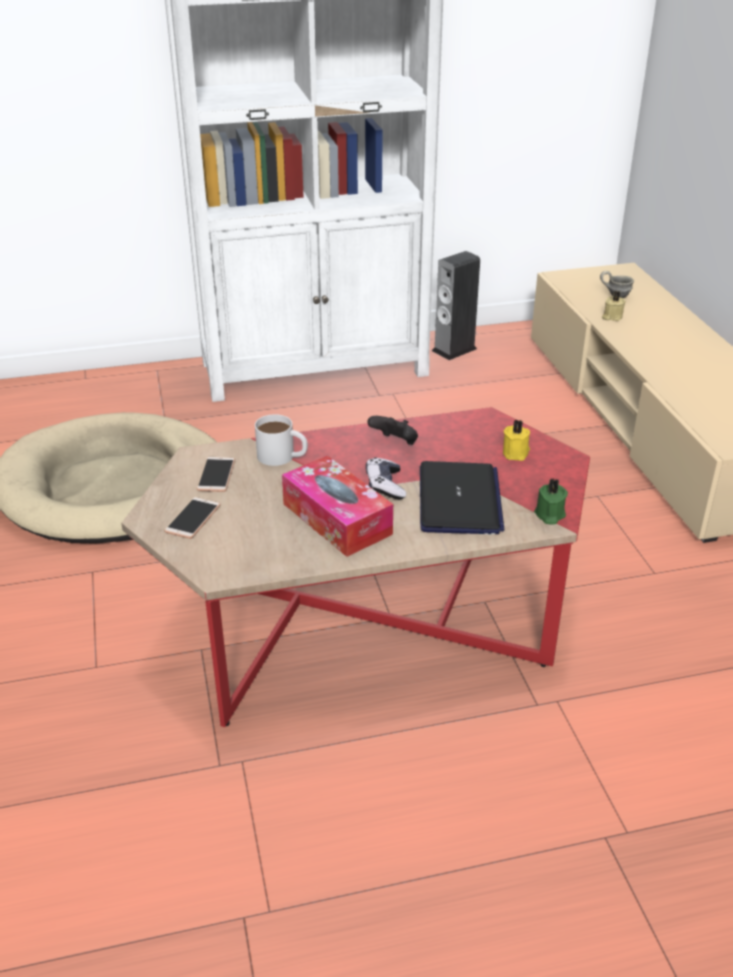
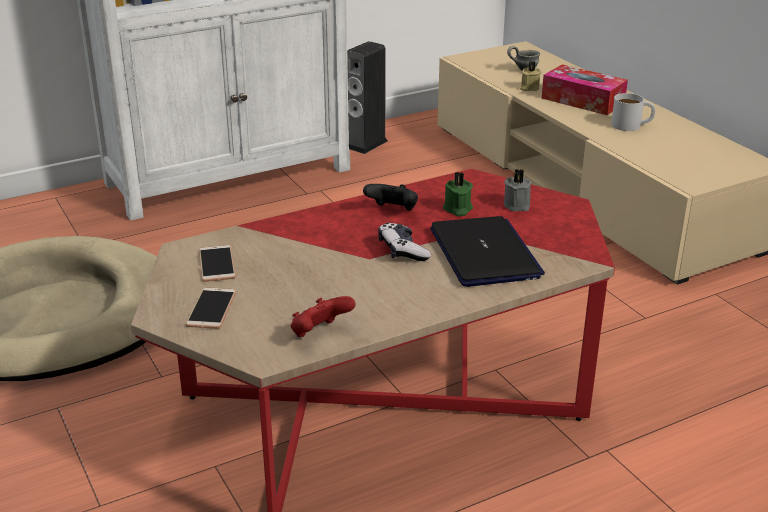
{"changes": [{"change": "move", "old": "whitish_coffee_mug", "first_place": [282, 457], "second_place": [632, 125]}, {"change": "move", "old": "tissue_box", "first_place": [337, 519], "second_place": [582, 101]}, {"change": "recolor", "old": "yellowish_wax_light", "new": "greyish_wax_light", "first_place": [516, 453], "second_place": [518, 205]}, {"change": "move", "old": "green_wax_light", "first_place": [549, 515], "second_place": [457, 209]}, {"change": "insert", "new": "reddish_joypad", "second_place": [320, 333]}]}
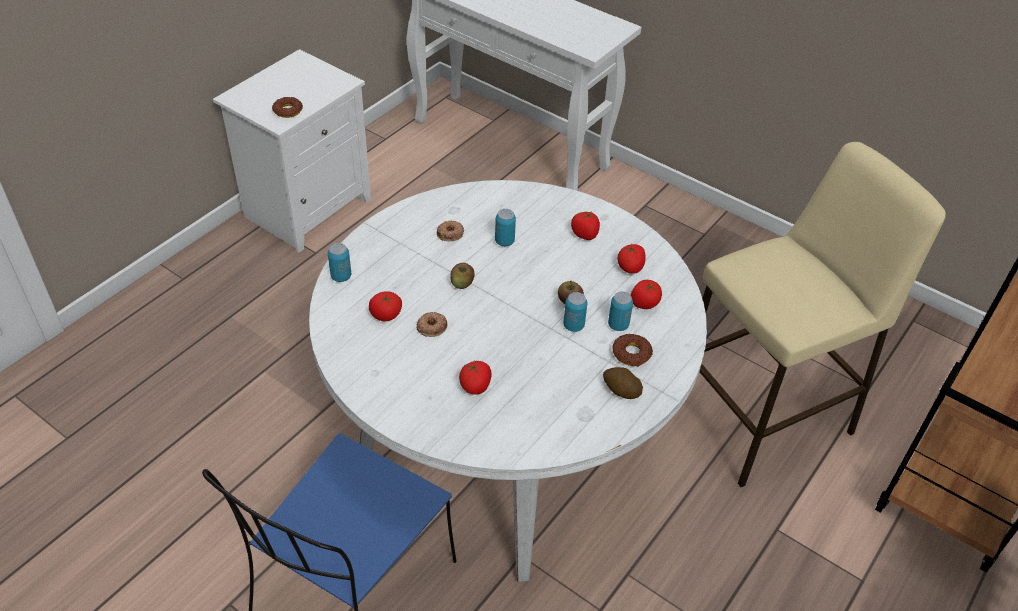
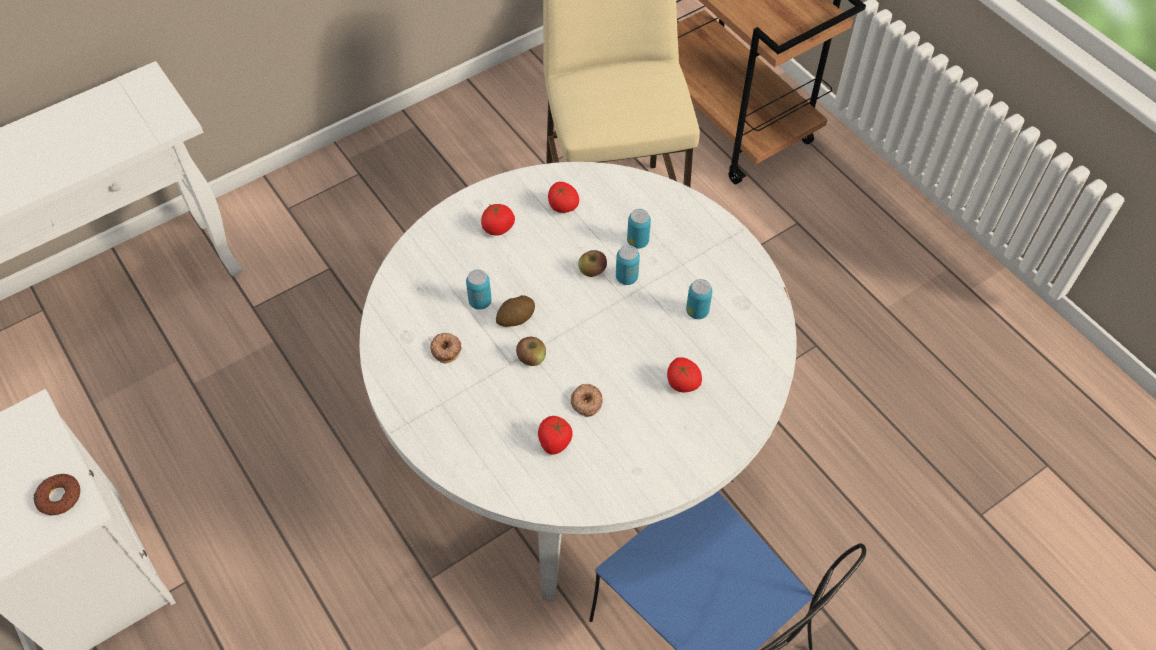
{"changes": [{"change": "move", "old": "can", "first_place": [341, 276], "second_place": [697, 311]}, {"change": "move", "old": "spud", "first_place": [621, 390], "second_place": [516, 319]}, {"change": "delete", "old": "doughnut", "first_place": [631, 353]}, {"change": "delete", "old": "tomato", "first_place": [644, 303]}]}
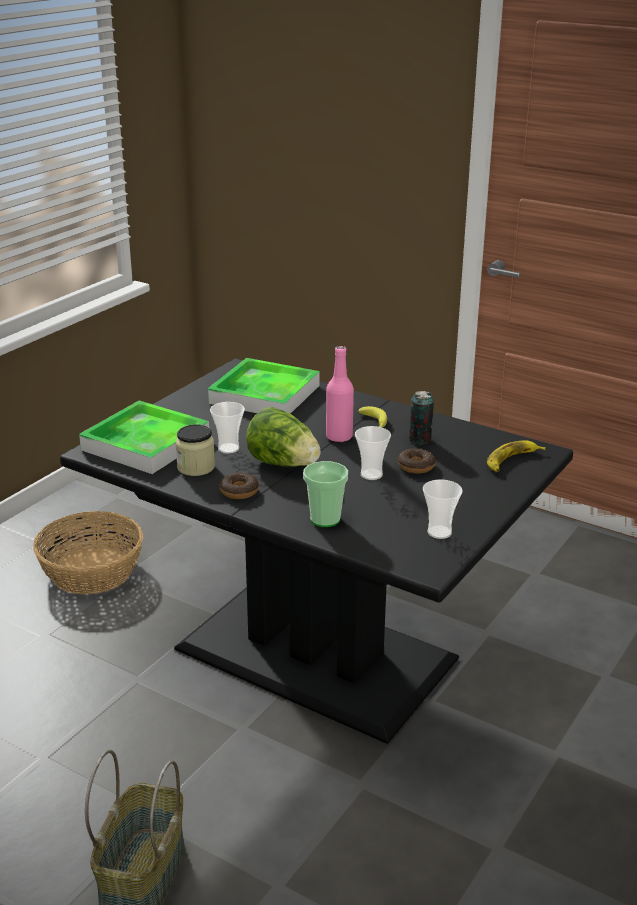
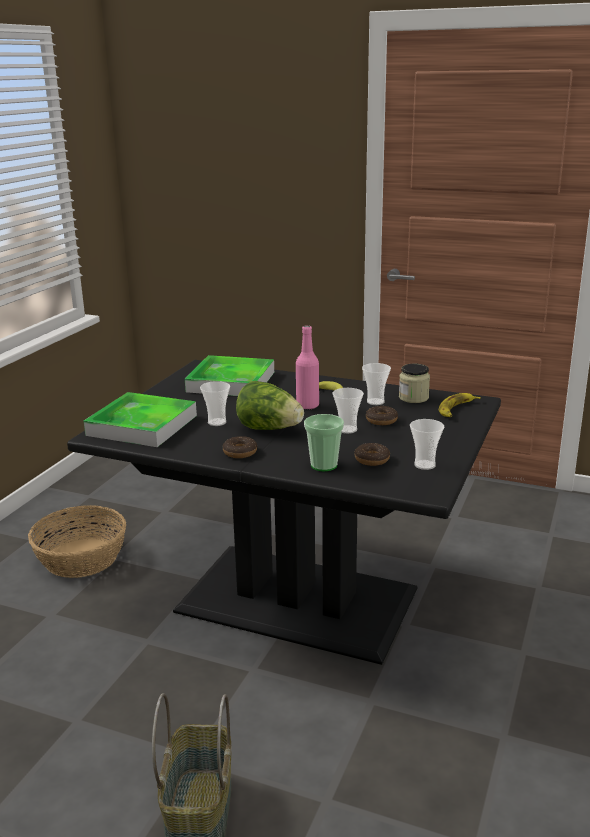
{"changes": [{"change": "move", "old": "storage_jar", "first_place": [196, 467], "second_place": [413, 398]}, {"change": "replace", "old": "can", "new": "drinking_cup", "first_place": [420, 440], "second_place": [375, 402]}, {"change": "insert", "new": "doughnut", "second_place": [372, 459]}]}
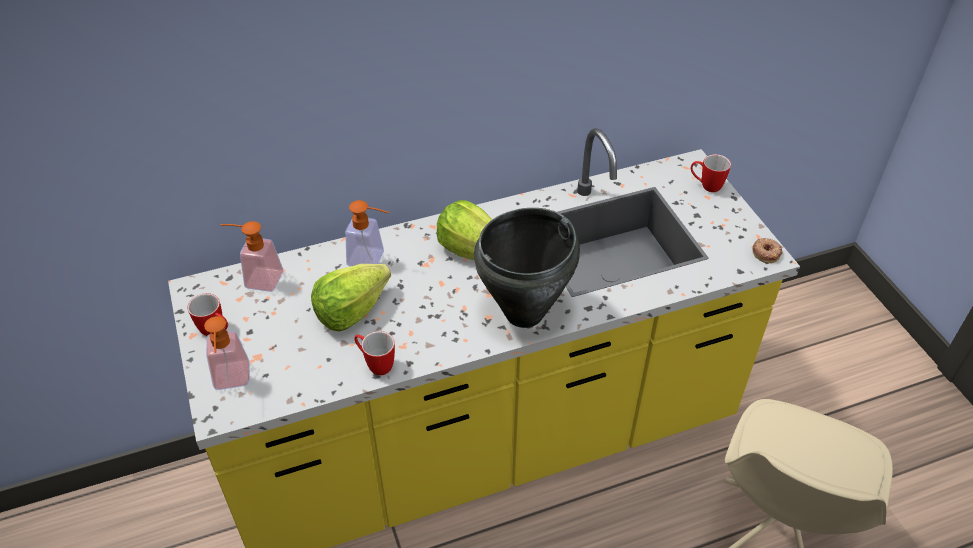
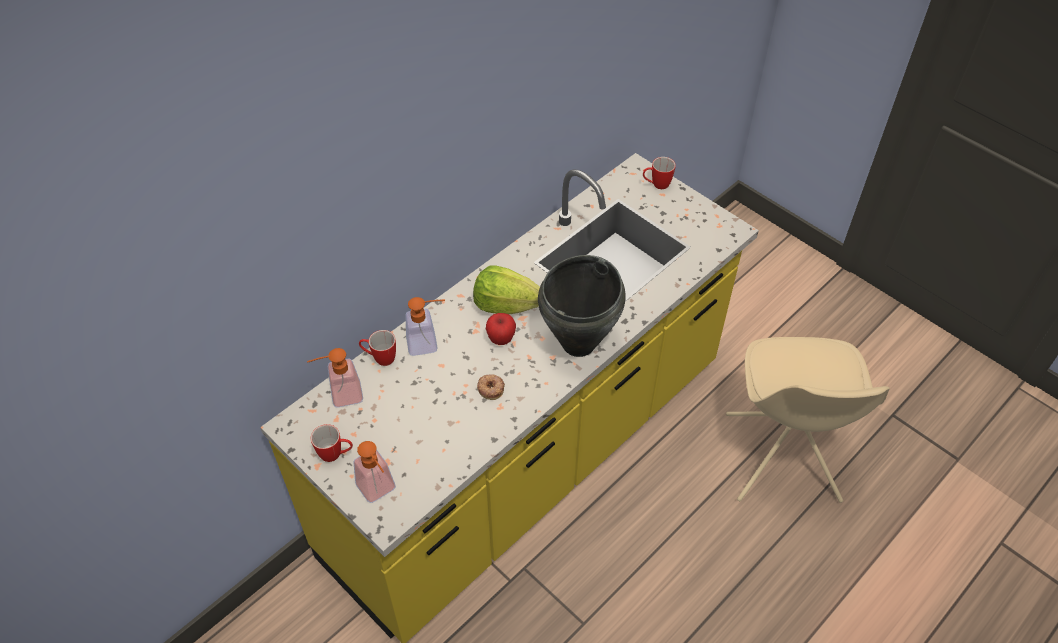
{"changes": [{"change": "delete", "old": "head_of_lettuce", "first_place": [351, 311]}, {"change": "move", "old": "coffee_mug", "first_place": [375, 364], "second_place": [380, 358]}, {"change": "move", "old": "doughnut", "first_place": [766, 252], "second_place": [491, 388]}, {"change": "insert", "new": "apple", "second_place": [501, 339]}]}
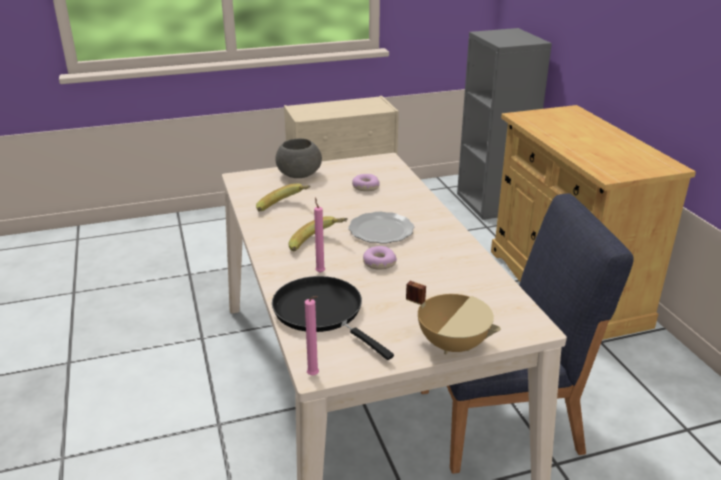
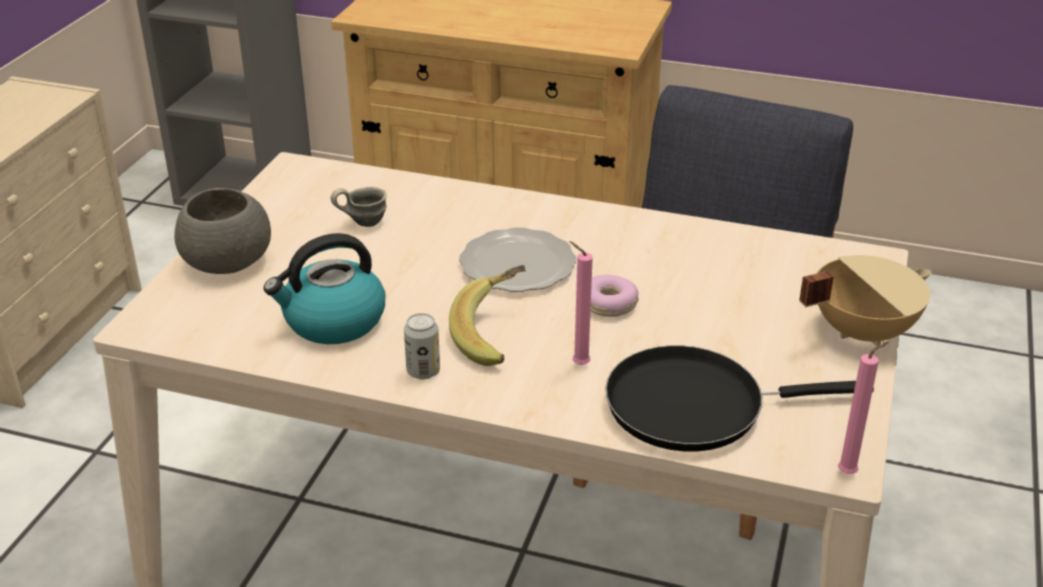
{"changes": [{"change": "replace", "old": "banana_fruit", "new": "kettle", "first_place": [285, 208], "second_place": [333, 321]}, {"change": "replace", "old": "doughnut", "new": "greyish_coffee_mug", "first_place": [365, 187], "second_place": [363, 222]}, {"change": "insert", "new": "can", "second_place": [423, 371]}]}
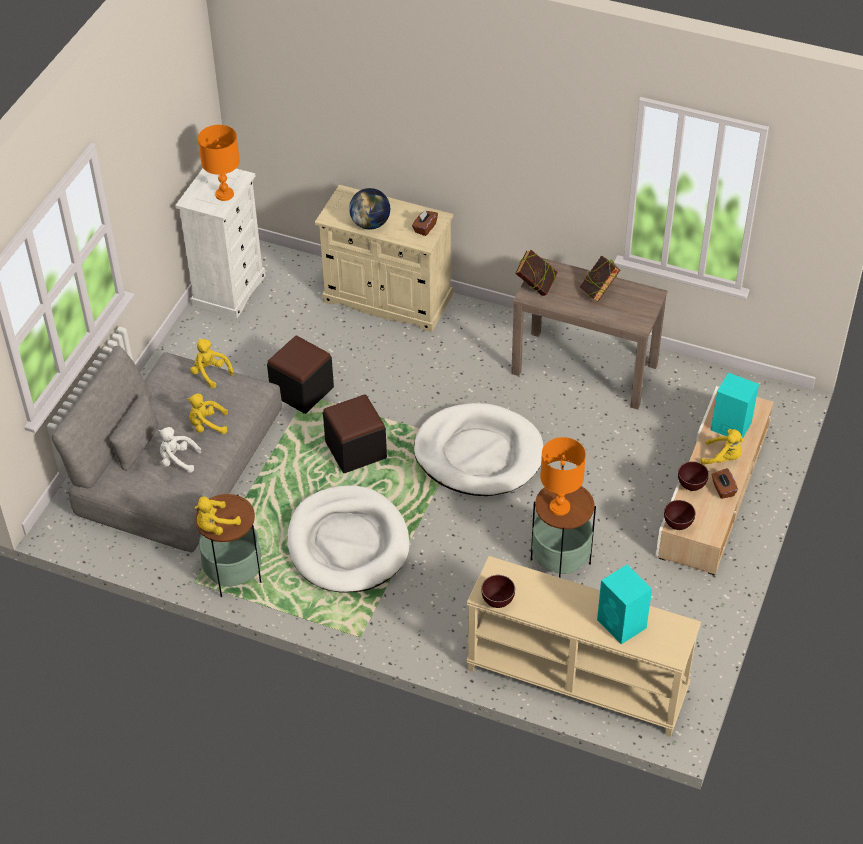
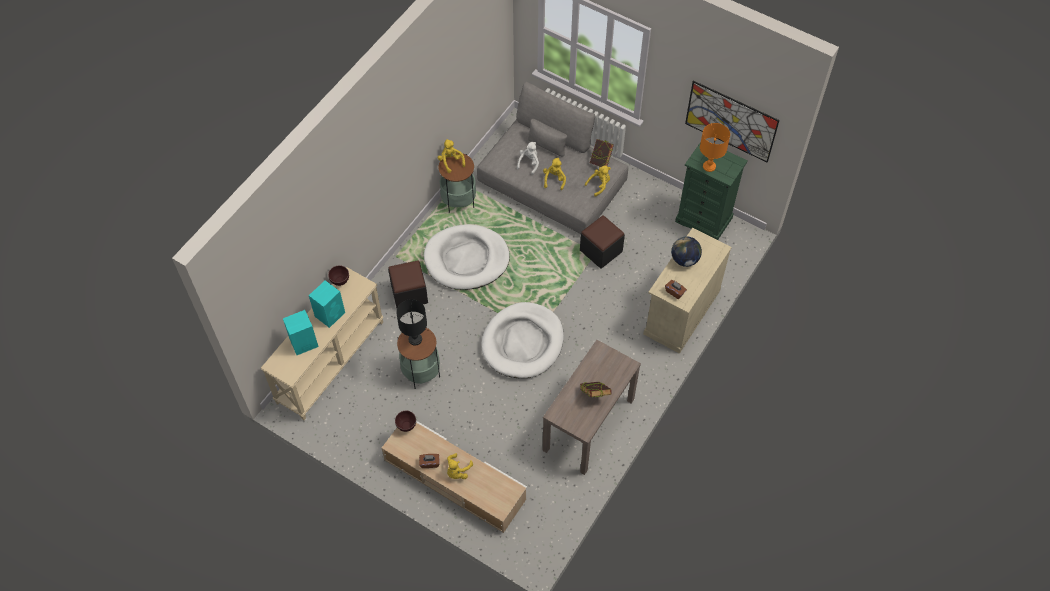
{"changes": [{"change": "recolor", "old": "whitish_drawer_chest", "new": "green_drawer_chest", "first_place": [229, 290], "second_place": [704, 220]}, {"change": "move", "old": "black-coloured_ottoman", "first_place": [356, 450], "second_place": [409, 293]}, {"change": "move", "old": "volume", "first_place": [535, 286], "second_place": [601, 161]}, {"change": "recolor", "old": "orangey_table_lamp", "new": "black-coloured_table_lamp", "first_place": [560, 507], "second_place": [415, 339]}, {"change": "delete", "old": "brown_bowl", "first_place": [690, 487]}, {"change": "move", "old": "turquoise_audio_speaker", "first_place": [730, 426], "second_place": [330, 314]}, {"change": "insert", "new": "wall_picture", "second_place": [731, 121]}]}
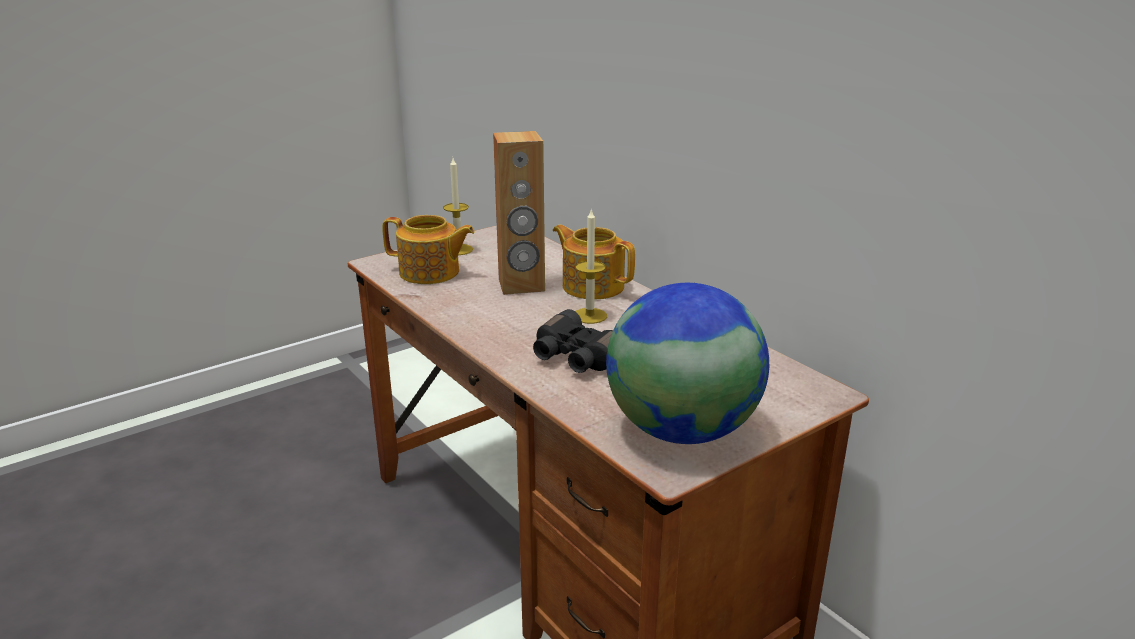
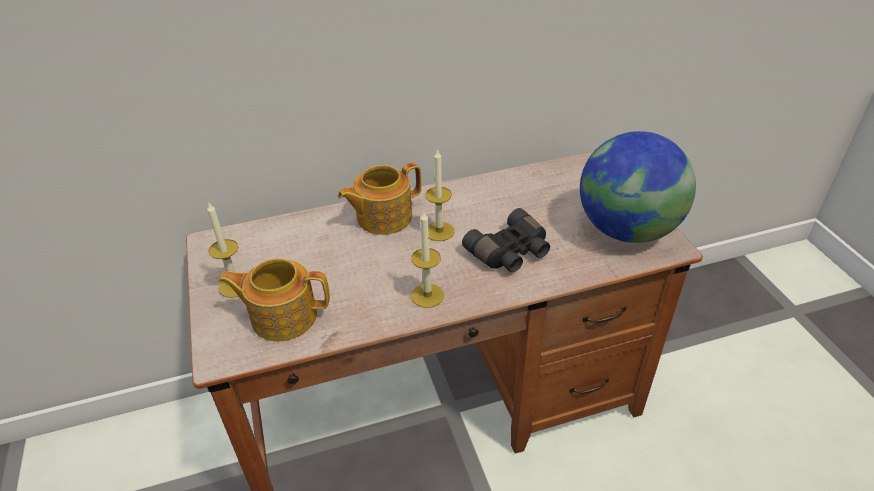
{"changes": [{"change": "rotate", "old": "teapot", "first_place": [430, 273], "second_place": [282, 316], "degrees": -120}, {"change": "delete", "old": "brown_audio_speaker", "first_place": [521, 285]}, {"change": "insert", "new": "wax_light", "second_place": [427, 295]}]}
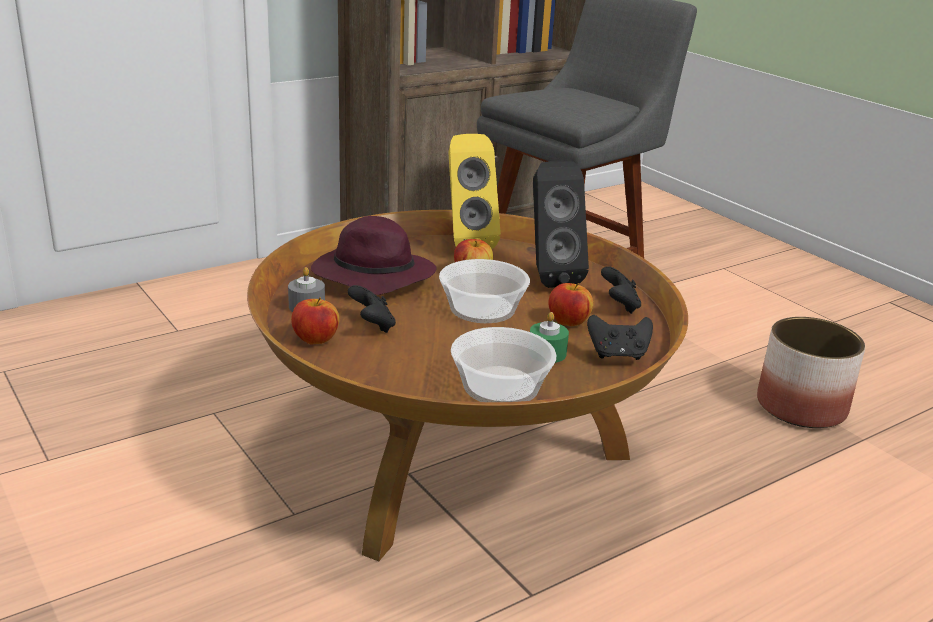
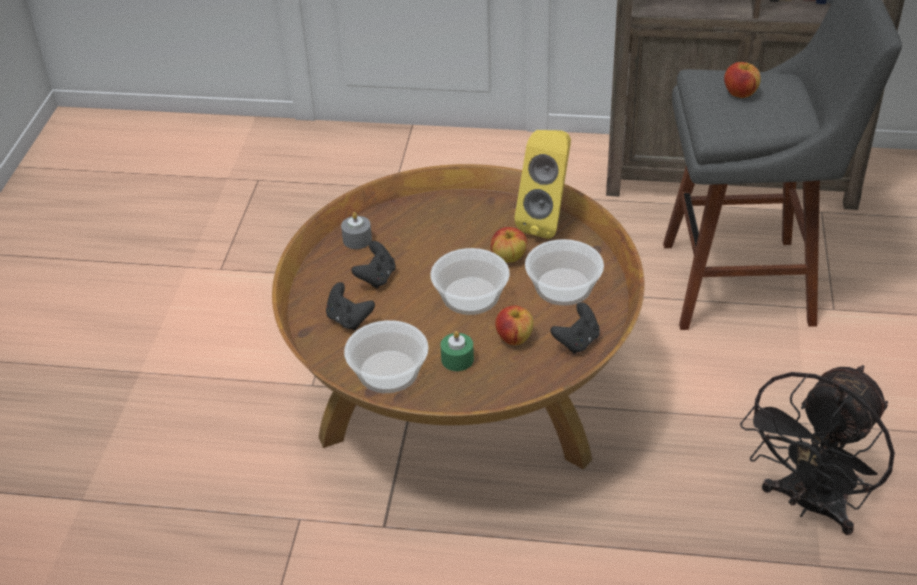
{"changes": [{"change": "move", "old": "apple", "first_place": [315, 339], "second_place": [740, 93]}, {"change": "delete", "old": "purplish_hat", "first_place": [371, 276]}, {"change": "replace", "old": "black-coloured_audio_speaker", "new": "bowl", "first_place": [548, 277], "second_place": [564, 286]}, {"change": "move", "old": "black-coloured_joypad", "first_place": [618, 354], "second_place": [349, 319]}, {"change": "replace", "old": "plant_pot", "new": "black-coloured_electric_fan", "first_place": [801, 407], "second_place": [809, 505]}]}
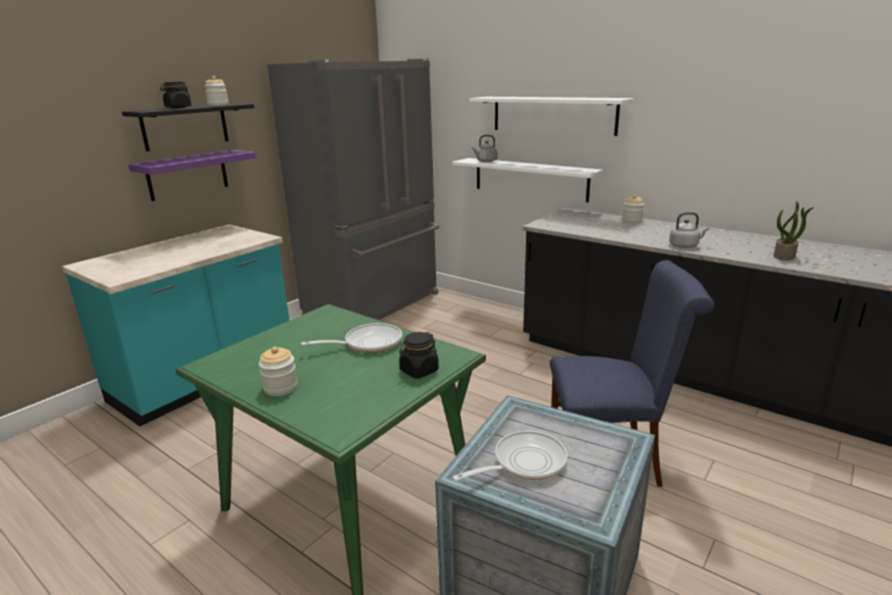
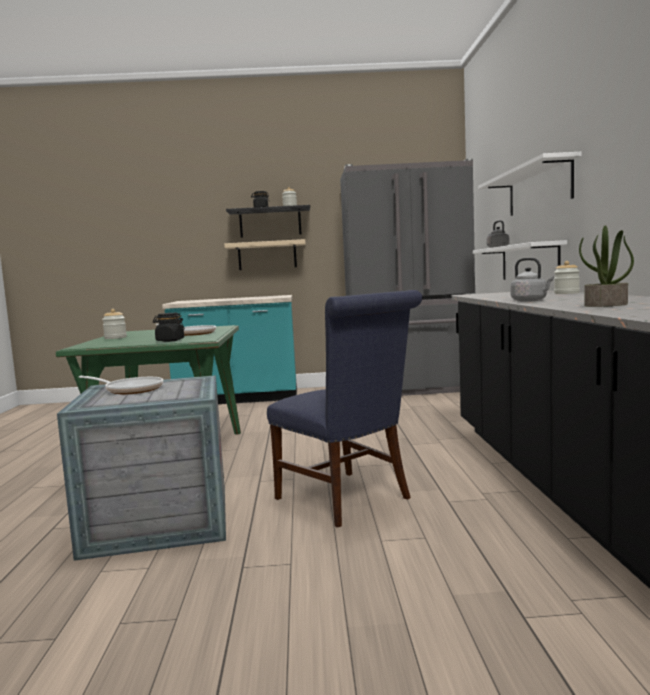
{"changes": [{"change": "recolor", "old": "purplish_shelf", "new": "sand-coloured_shelf", "first_place": [187, 175], "second_place": [267, 255]}]}
